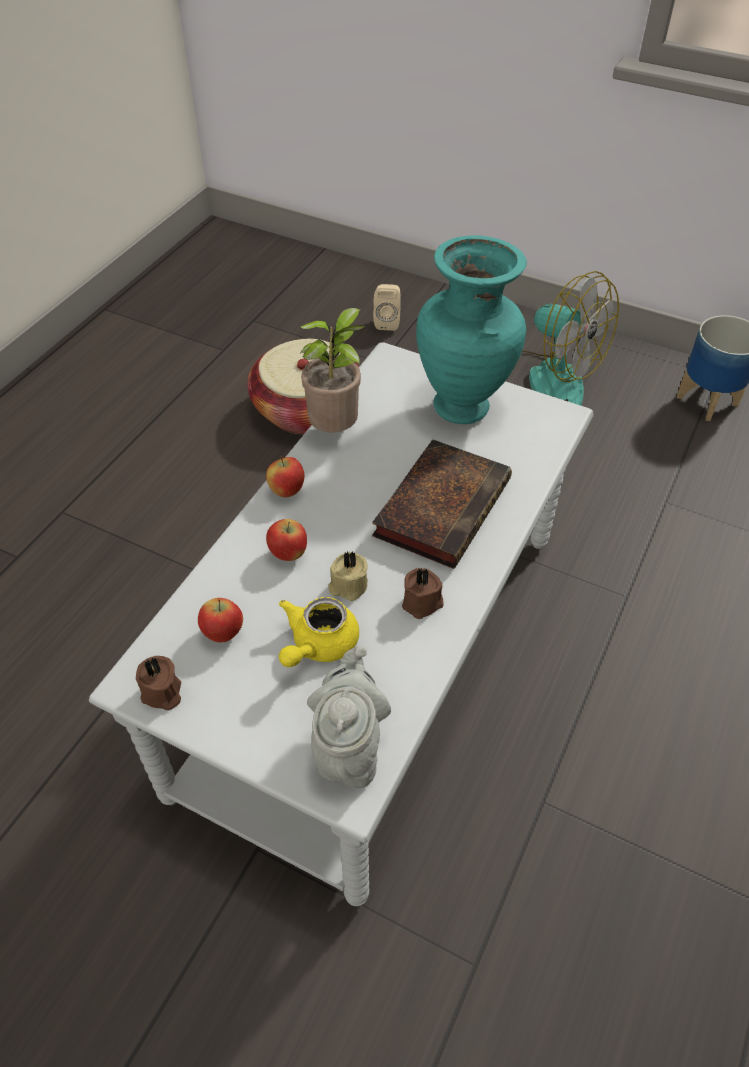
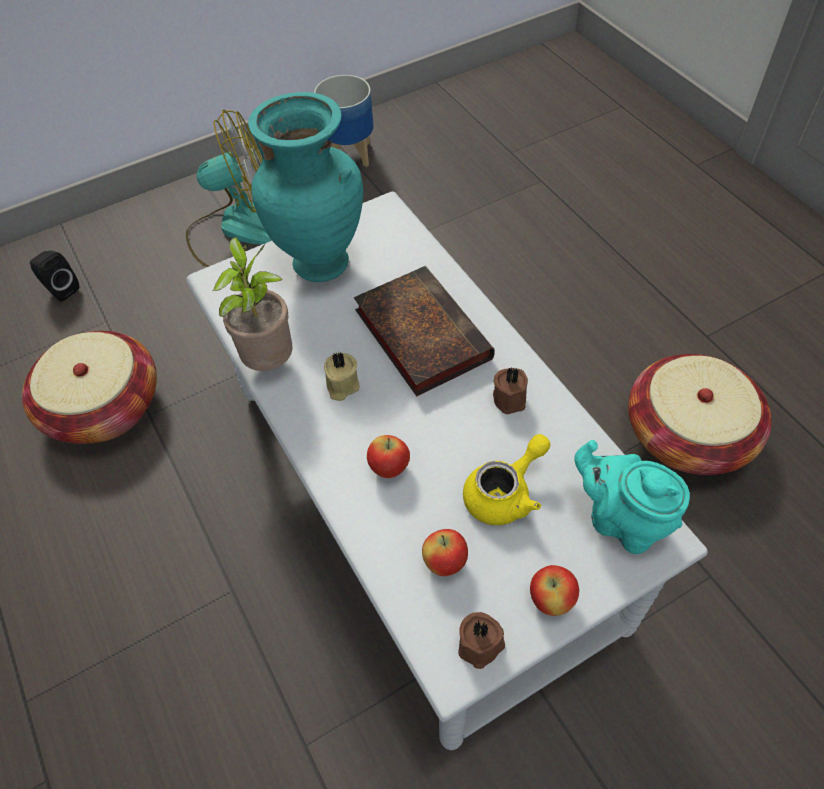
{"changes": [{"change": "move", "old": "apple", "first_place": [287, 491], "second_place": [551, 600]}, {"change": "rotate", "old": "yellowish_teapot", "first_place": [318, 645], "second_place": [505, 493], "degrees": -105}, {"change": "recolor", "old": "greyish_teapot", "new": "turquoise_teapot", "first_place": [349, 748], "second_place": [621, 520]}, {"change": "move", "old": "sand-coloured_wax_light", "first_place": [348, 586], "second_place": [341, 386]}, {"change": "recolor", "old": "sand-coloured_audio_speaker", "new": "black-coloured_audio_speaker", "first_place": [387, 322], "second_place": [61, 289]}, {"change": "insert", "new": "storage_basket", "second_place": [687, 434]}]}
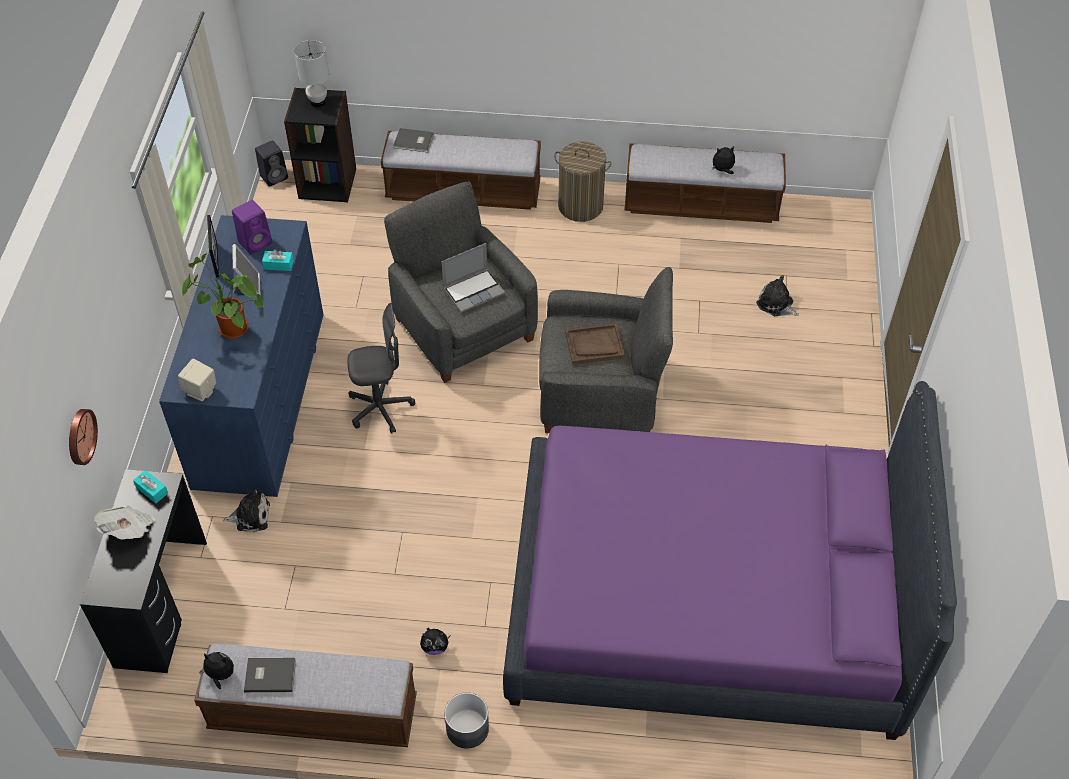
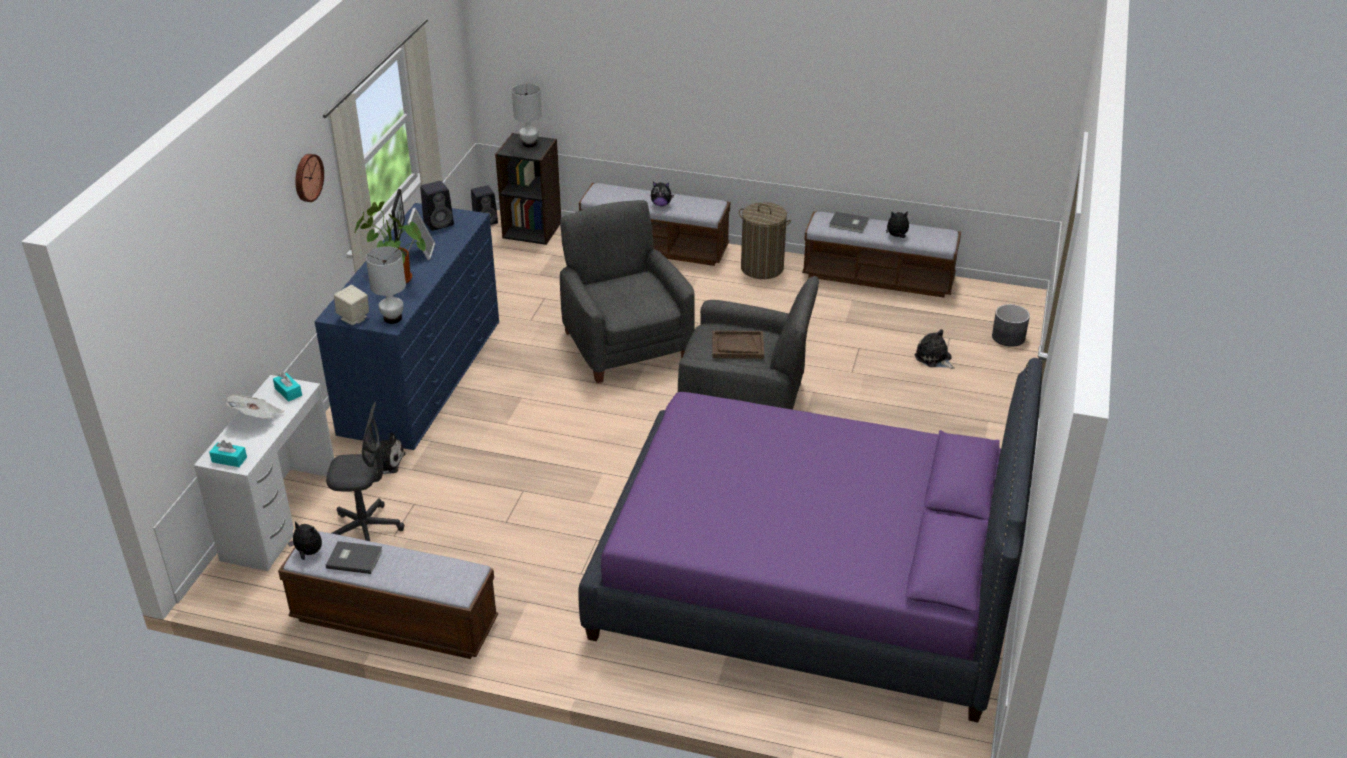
{"changes": [{"change": "move", "old": "hanging_clock", "first_place": [80, 436], "second_place": [307, 177]}, {"change": "recolor", "old": "black-coloured_desk_unit", "new": "whitish_desk_unit", "first_place": [160, 603], "second_place": [280, 517]}, {"change": "recolor", "old": "purplish_audio_speaker", "new": "black-coloured_audio_speaker", "first_place": [256, 242], "second_place": [439, 223]}, {"change": "move", "old": "turquoise_tissue_box", "first_place": [278, 265], "second_place": [229, 459]}, {"change": "move", "old": "greyish_desk_chair", "first_place": [380, 408], "second_place": [366, 529]}, {"change": "move", "old": "greyish_volume", "first_place": [414, 142], "second_place": [849, 224]}, {"change": "move", "old": "cuddly_toy", "first_place": [435, 647], "second_place": [661, 204]}, {"change": "delete", "old": "portable_computer", "first_place": [474, 290]}, {"change": "move", "old": "greyish_plant_pot", "first_place": [468, 728], "second_place": [1008, 337]}, {"change": "insert", "new": "whitish_table_lamp", "second_place": [393, 318]}]}
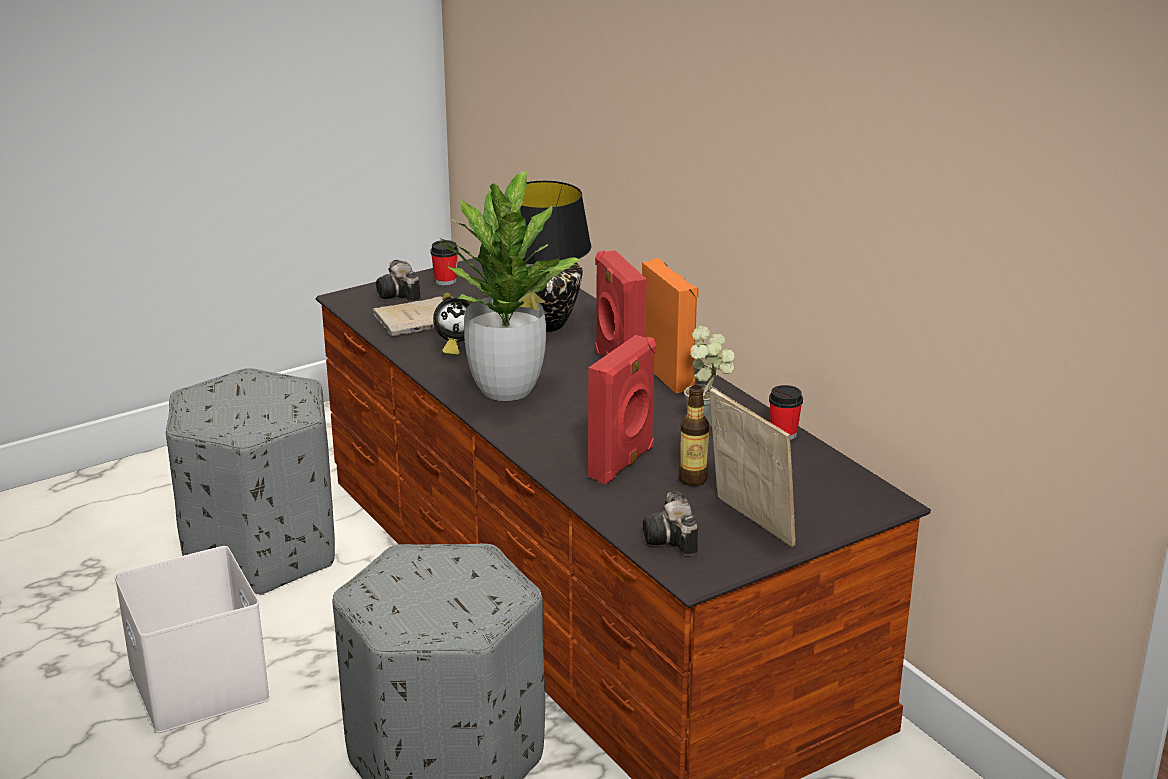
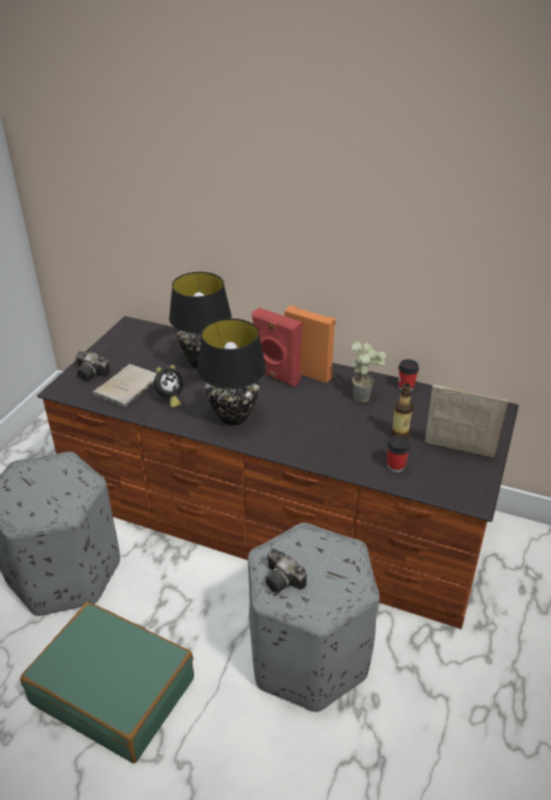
{"changes": [{"change": "replace", "old": "whitish_storage_bin", "new": "green_piece_of_luggage", "first_place": [195, 683], "second_place": [114, 690]}, {"change": "move", "old": "drinking_cup", "first_place": [445, 281], "second_place": [396, 466]}, {"change": "replace", "old": "plant_in_a_pot", "new": "black-coloured_table_lamp", "first_place": [506, 388], "second_place": [234, 417]}, {"change": "delete", "old": "reddish_audio_speaker", "first_place": [623, 463]}, {"change": "move", "old": "still_camera", "first_place": [672, 540], "second_place": [284, 581]}]}
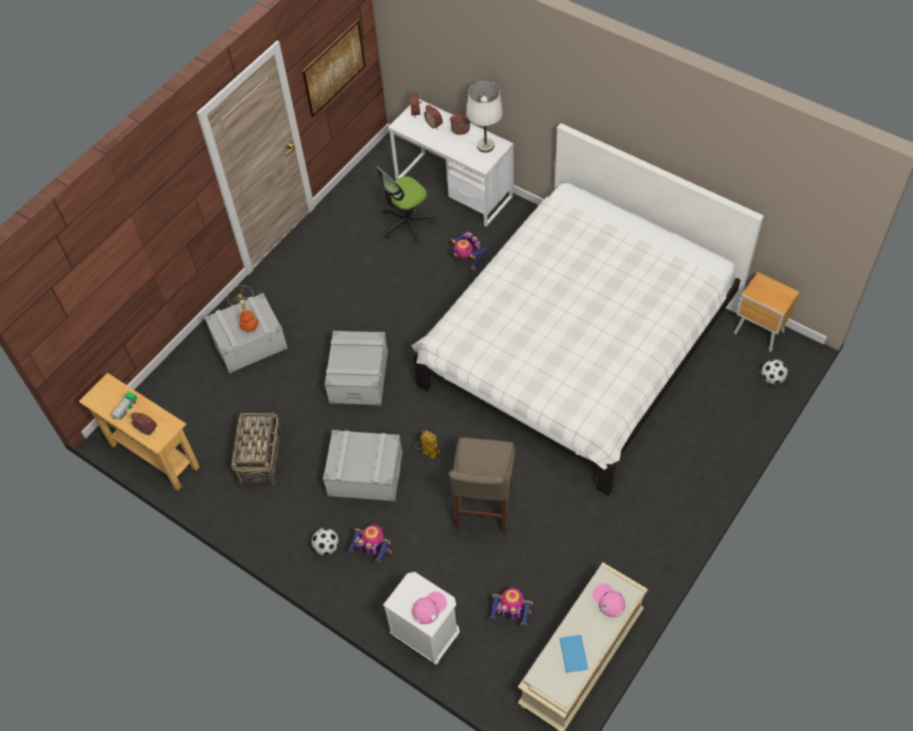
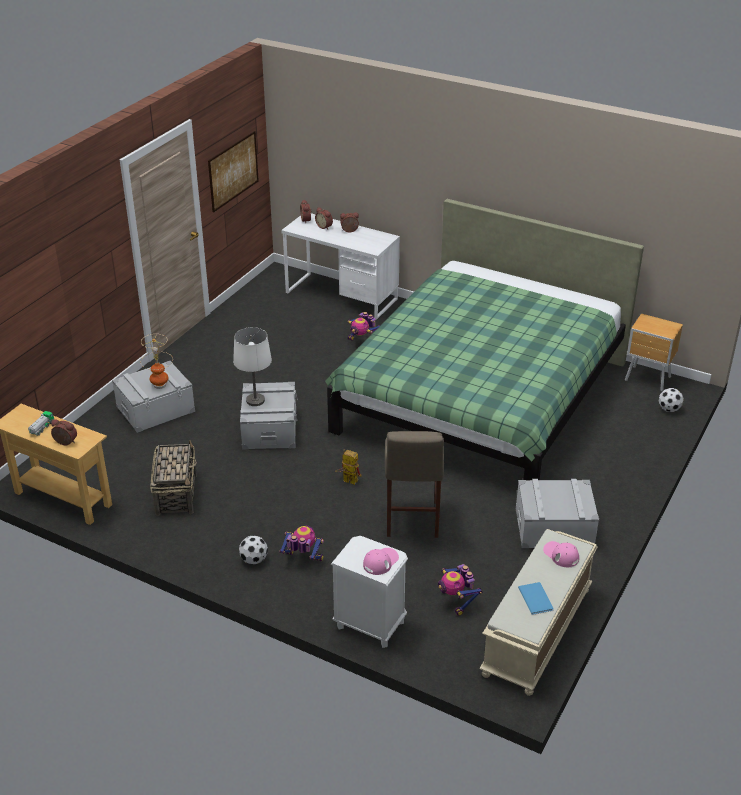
{"changes": [{"change": "move", "old": "greyish_storage_bin", "first_place": [365, 474], "second_place": [554, 528]}, {"change": "delete", "old": "desk_chair", "first_place": [407, 223]}, {"change": "recolor", "old": "whitish_bedroom_bed", "new": "green_bedroom_bed", "first_place": [578, 347], "second_place": [481, 397]}, {"change": "move", "old": "whitish_table_lamp", "first_place": [485, 146], "second_place": [255, 401]}, {"change": "rotate", "old": "model_robot", "first_place": [511, 614], "second_place": [456, 601], "degrees": -120}]}
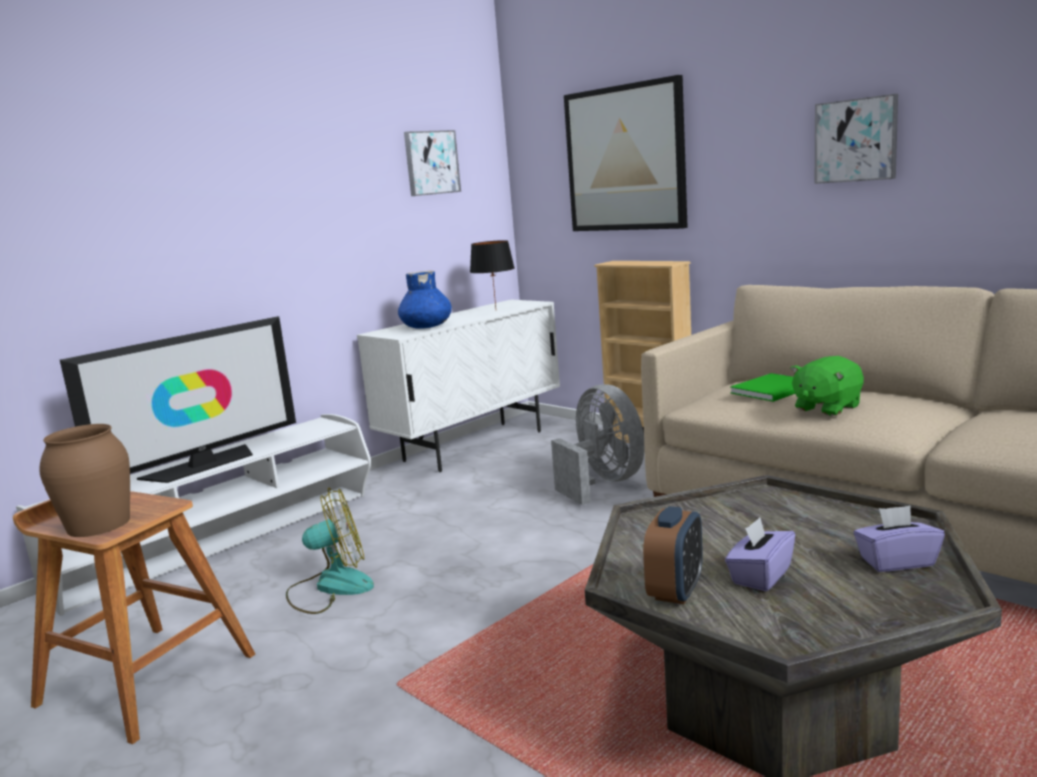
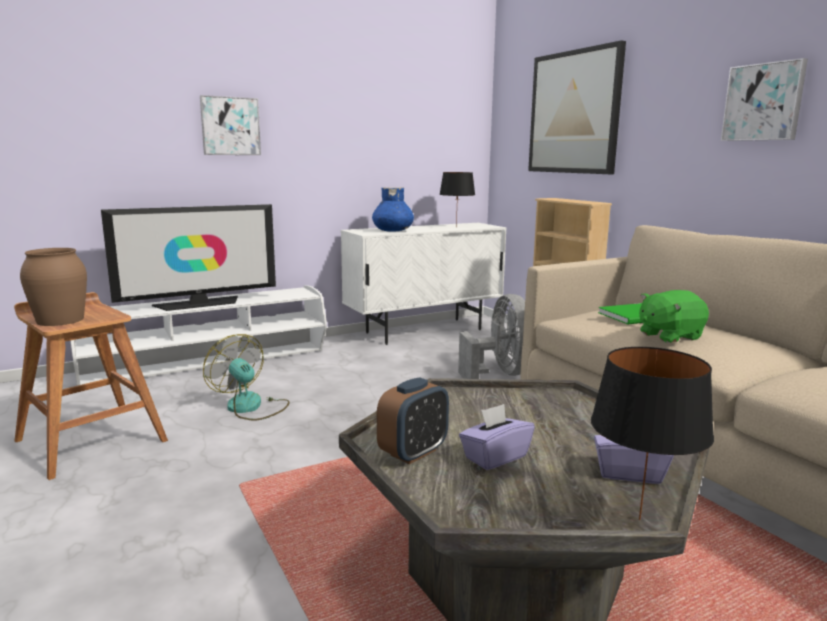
{"changes": [{"change": "rotate", "old": "electric_fan", "first_place": [330, 587], "second_place": [250, 407], "degrees": -135}, {"change": "move", "old": "wall_picture", "first_place": [431, 163], "second_place": [230, 126]}, {"change": "insert", "new": "black-coloured_table_lamp", "second_place": [640, 519]}]}
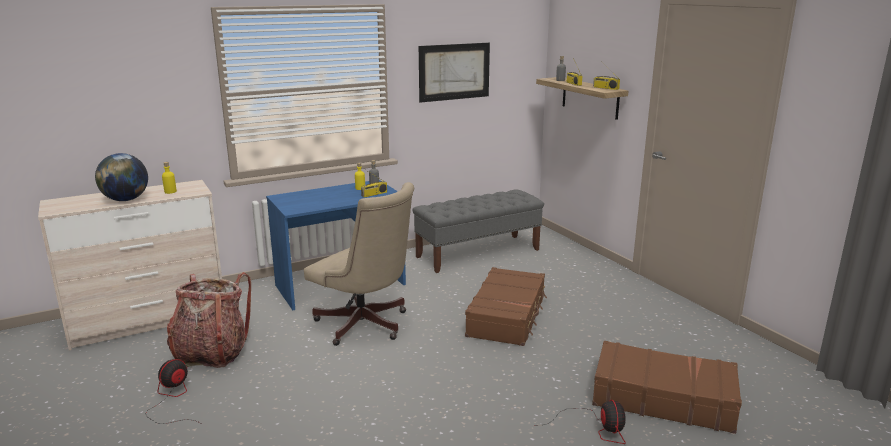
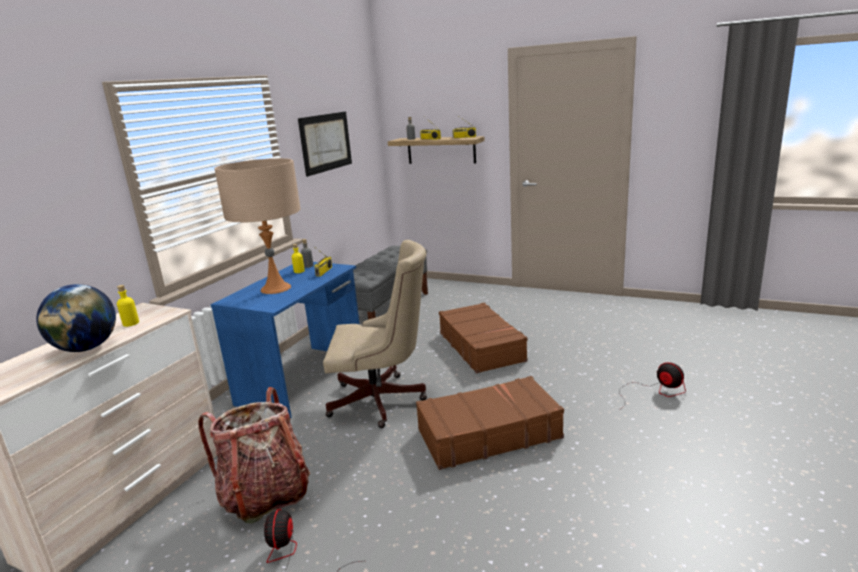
{"changes": [{"change": "move", "old": "brown_piece_of_luggage", "first_place": [662, 398], "second_place": [488, 434]}, {"change": "insert", "new": "sand-coloured_table_lamp", "second_place": [275, 288]}]}
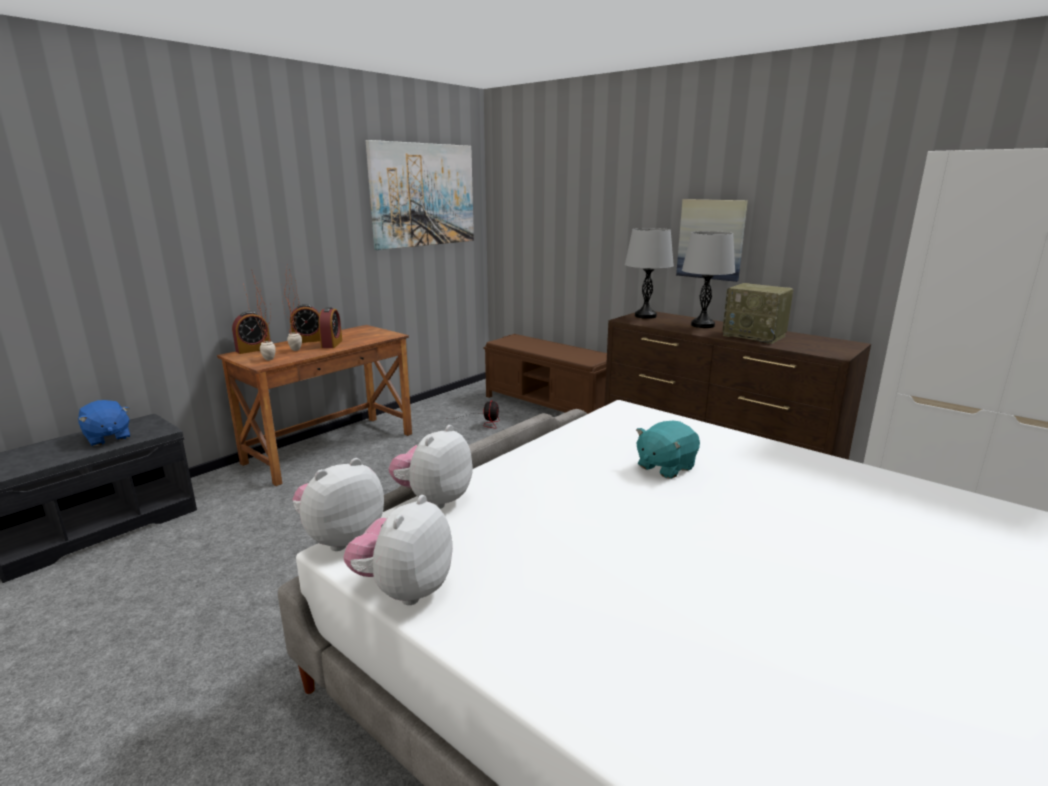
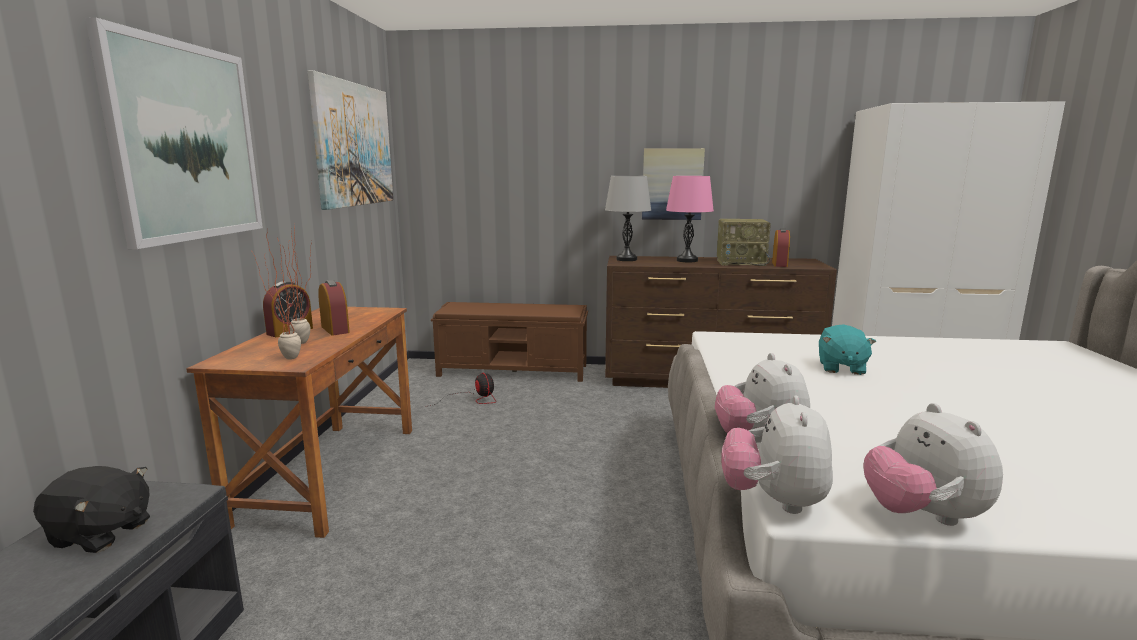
{"changes": [{"change": "recolor", "old": "blue_cuddly_toy", "new": "black-coloured_cuddly_toy", "first_place": [107, 438], "second_place": [101, 534]}, {"change": "move", "old": "bedside_clock", "first_place": [253, 350], "second_place": [779, 264]}, {"change": "recolor", "old": "greyish_table_lamp", "new": "pinkish_table_lamp", "first_place": [702, 325], "second_place": [687, 260]}, {"change": "insert", "new": "wall_picture", "second_place": [186, 142]}]}
